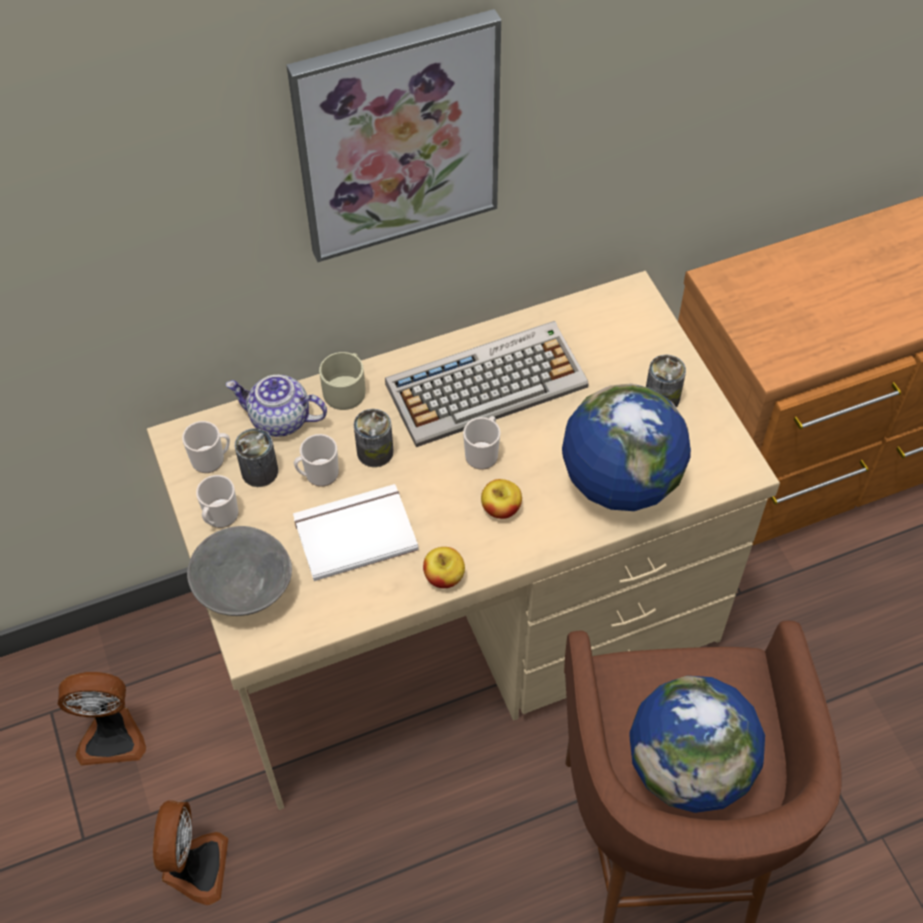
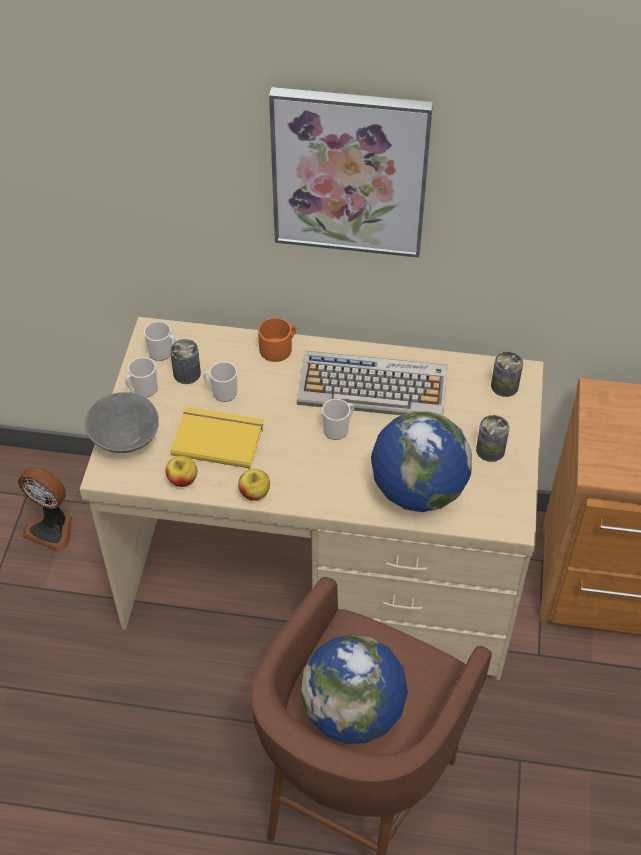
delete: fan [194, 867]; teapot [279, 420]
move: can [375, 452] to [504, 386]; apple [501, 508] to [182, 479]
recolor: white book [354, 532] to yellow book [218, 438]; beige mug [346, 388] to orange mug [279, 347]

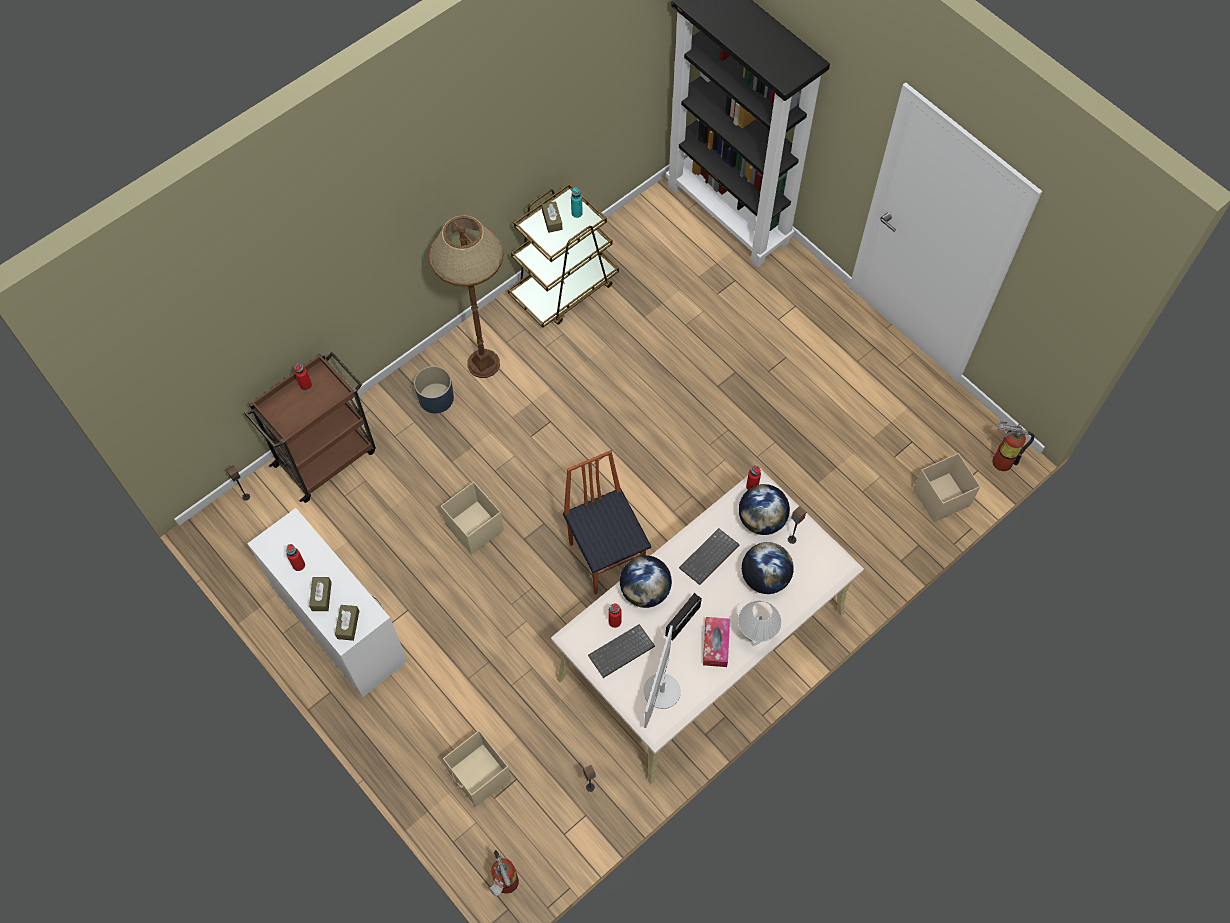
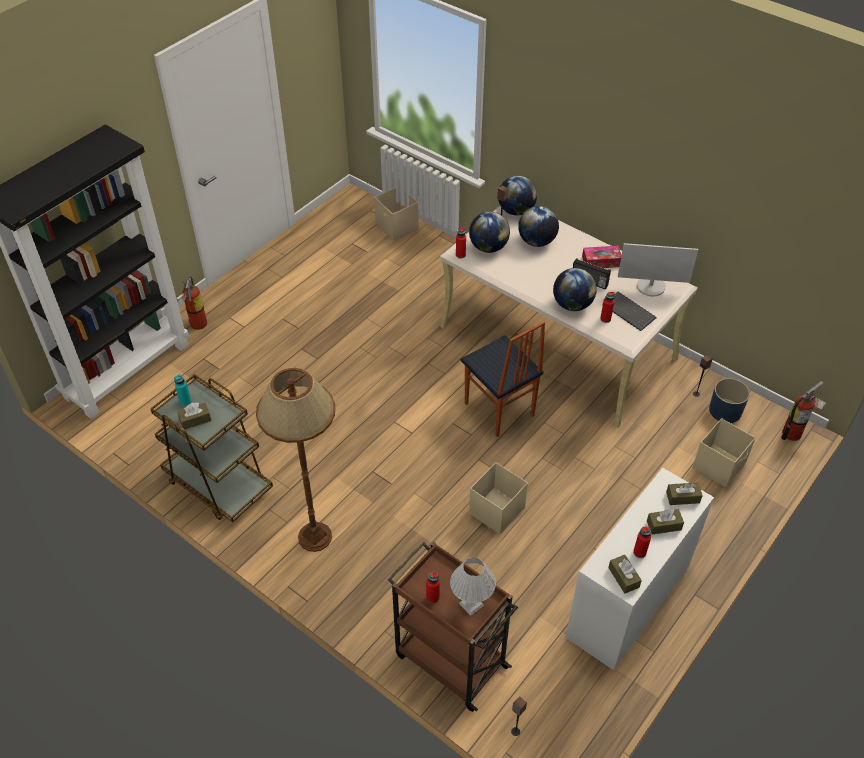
delete: keyboard [709, 558]
insert: globe [516, 211]; brown tissue box [623, 577]
move: blue planter [436, 398] to [725, 411]; white table lamp [755, 635] to [471, 605]; fire extinguisher [999, 460] to [196, 325]
rotate: chair [607, 556] = [498, 410] 90 degrees counterclockwise

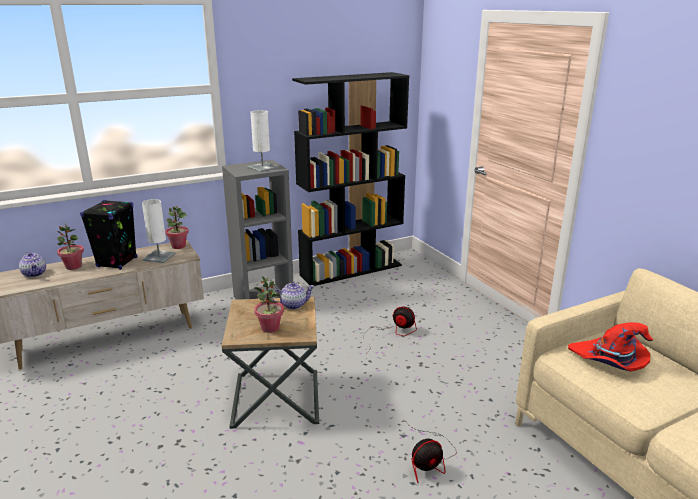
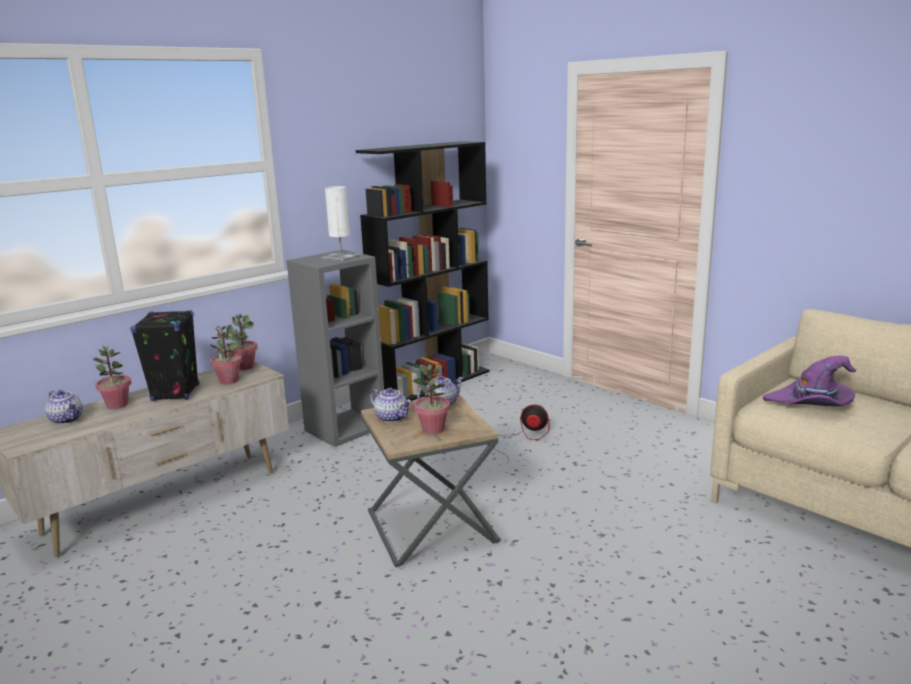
delete: fan [429, 460]
insert: teapot [392, 417]
replace: white table lamp [159, 257] to potted plant [228, 380]
recolor: red hat [609, 361] to purple hat [811, 404]

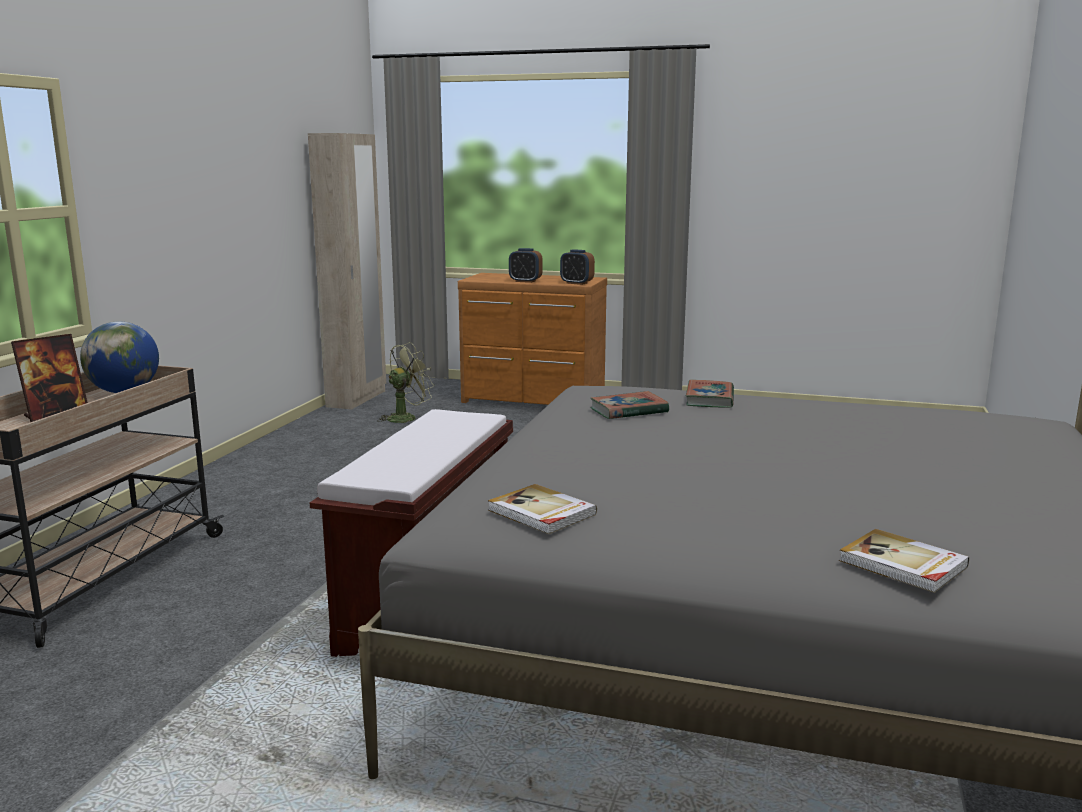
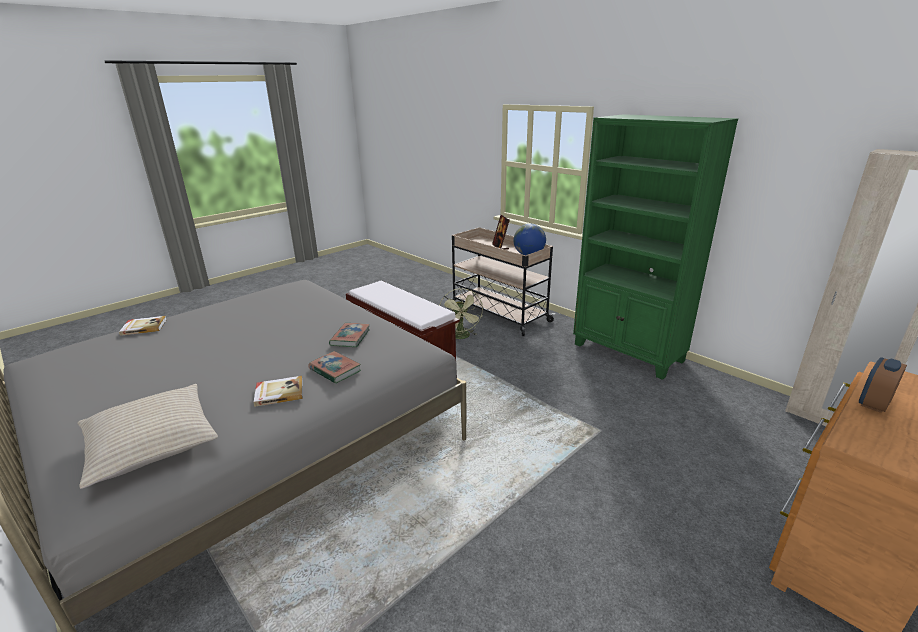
delete: alarm clock [576, 283]
insert: beige pillow [151, 443]; green bookcase [628, 353]
move: green fan [406, 418] to [462, 337]; book [541, 513] to [279, 392]

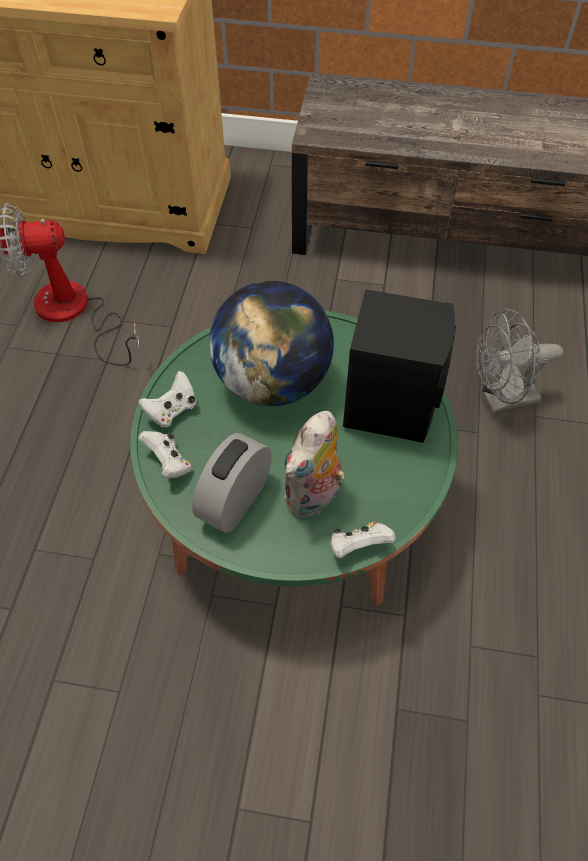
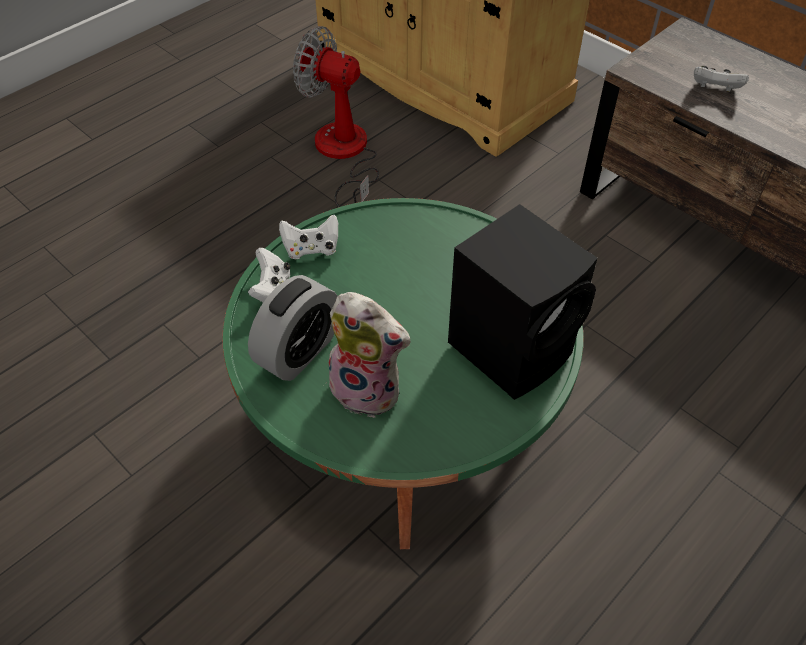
delete: globe [273, 381]; grey fan [501, 399]
move: white game controller [358, 546] to [714, 90]
rotate: alarm clock [235, 500] = [299, 351] 150 degrees clockwise; plush toy [314, 497] = [369, 389] 135 degrees counterclockwise

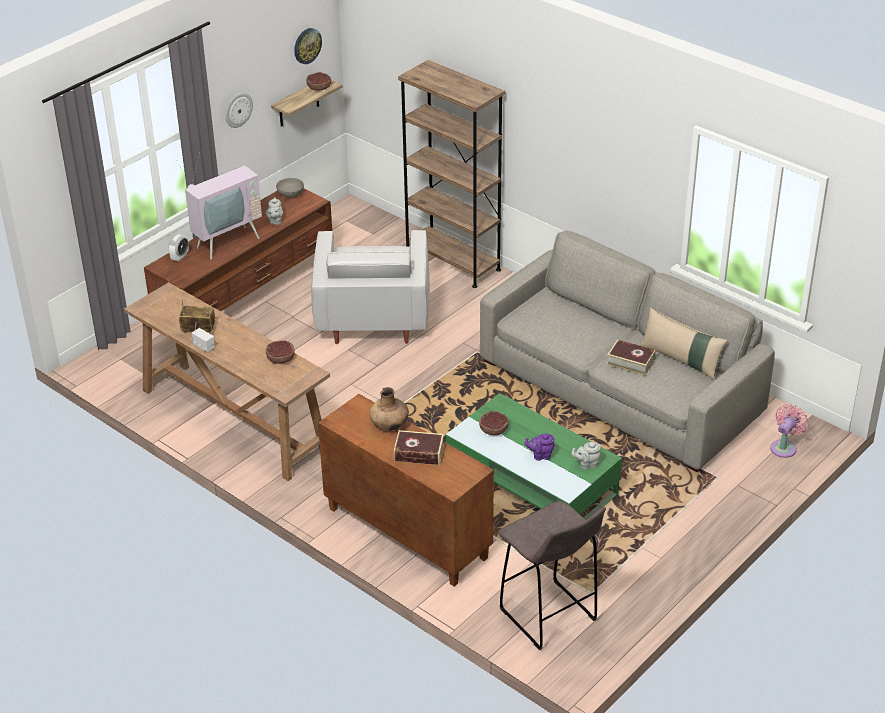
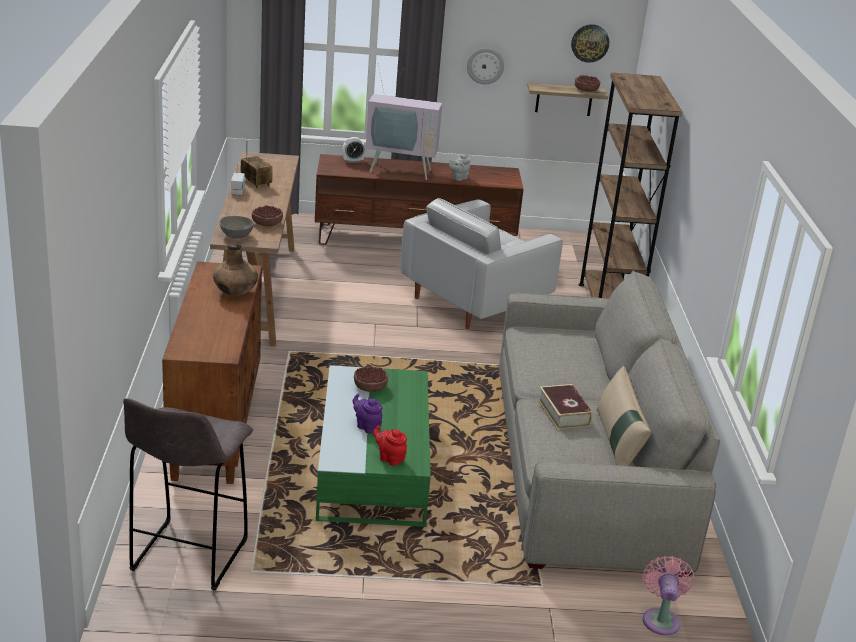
delete: book [419, 453]
move: grey bowl [291, 194] to [236, 236]
recolor: grey teapot [586, 464] to red teapot [390, 458]
rotate: pink fan [784, 447] = [661, 618] 75 degrees counterclockwise

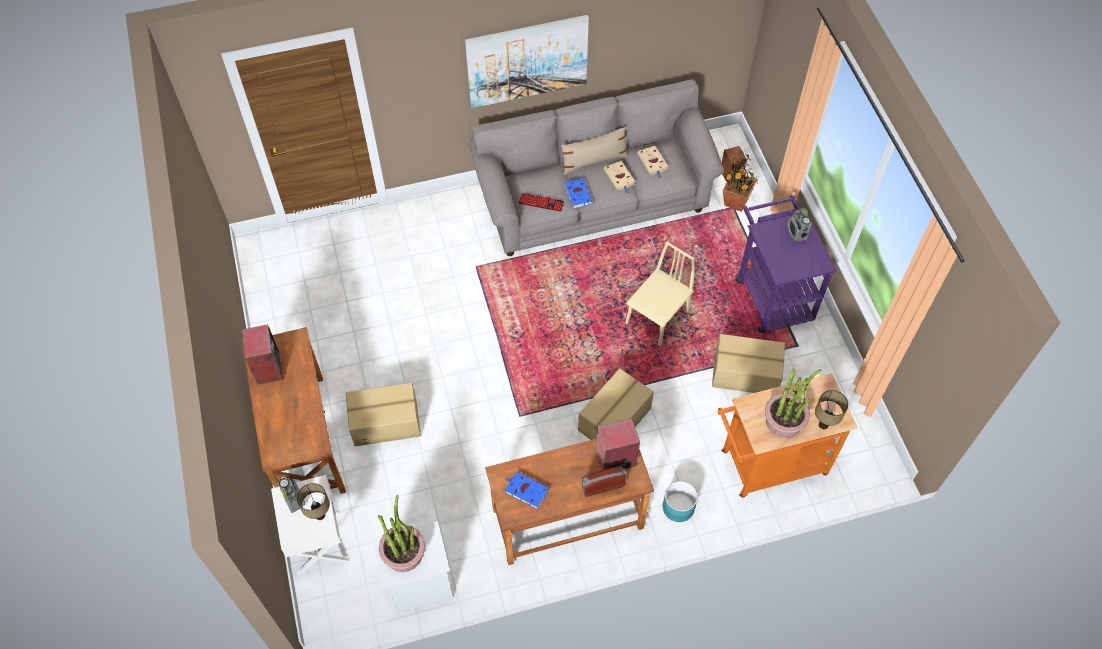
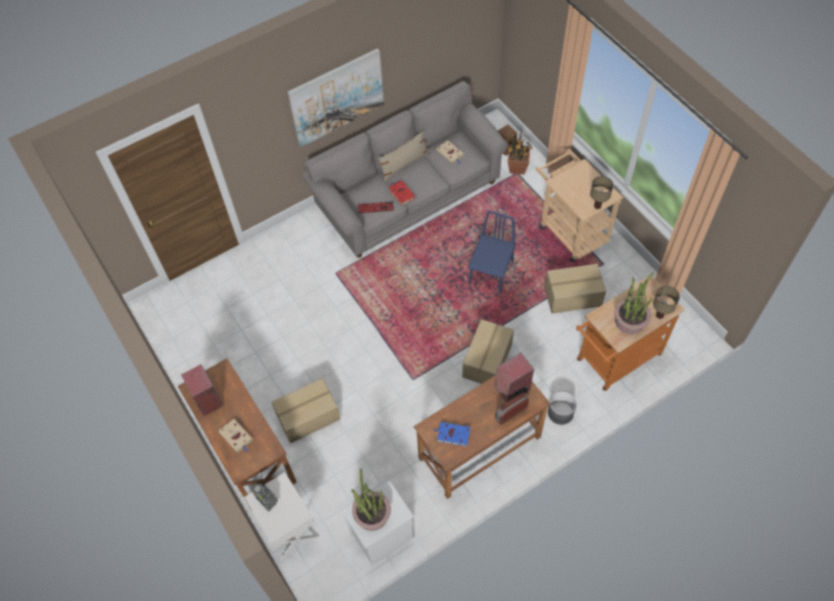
delete: radio [796, 233]
move: table lamp [319, 516] to [597, 206]; beige book [619, 178] to [237, 437]
recolor: blue book [577, 194] to red book [401, 193]; beige chair [657, 317] to blue chair [491, 272]; turquoise planter [678, 507] to grey planter [560, 413]; purple cart [771, 293] to beige cart [569, 230]

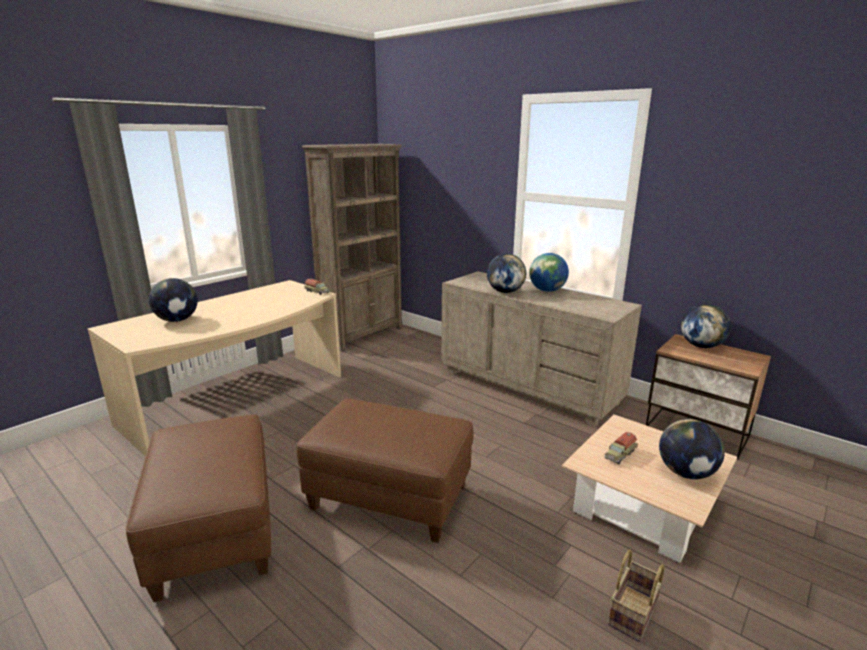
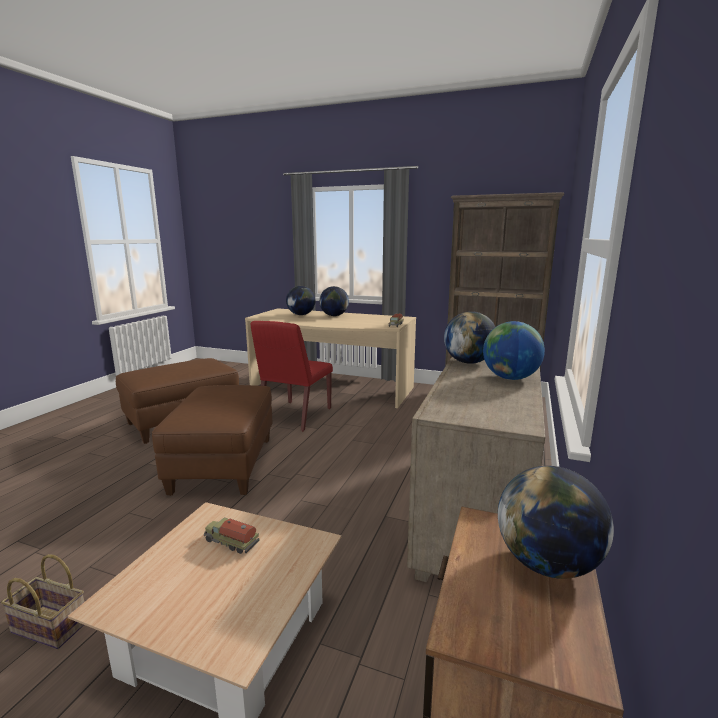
insert: red chair [295, 416]
move: globe [686, 473] to [334, 316]

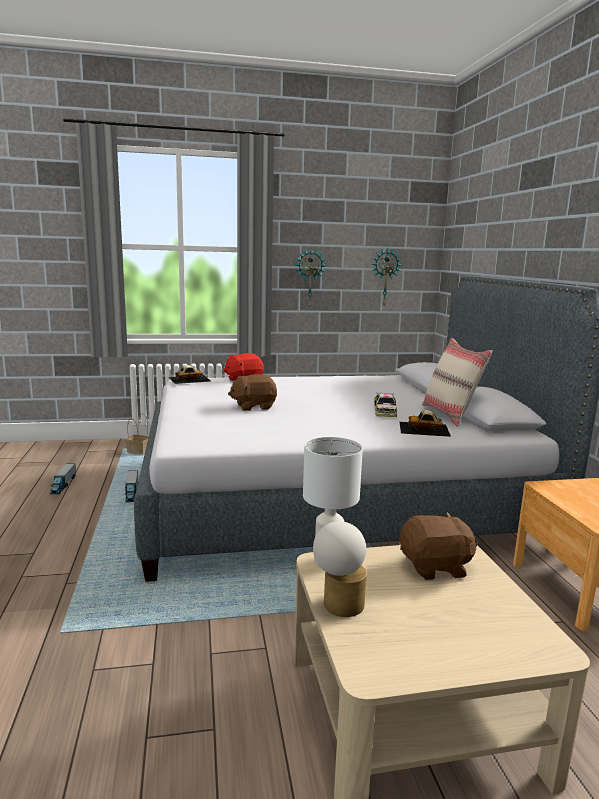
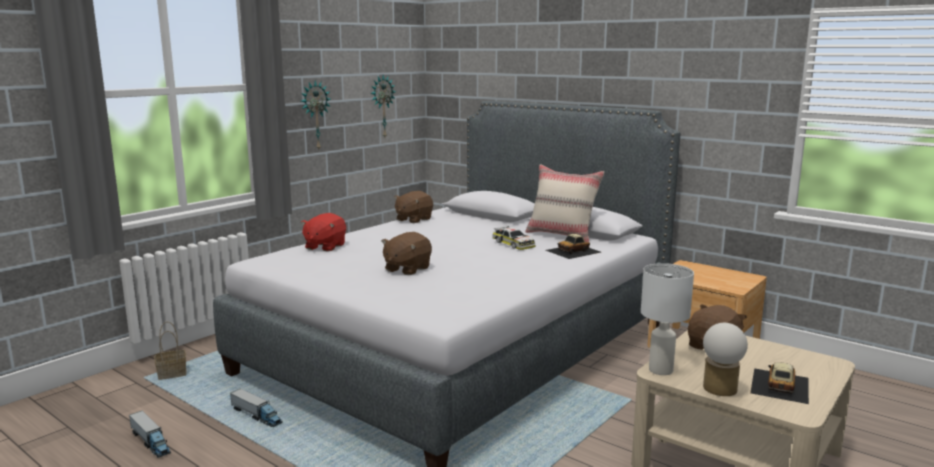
insert: brown plush toy [413, 219]
move: toy car [189, 379] to [779, 385]

